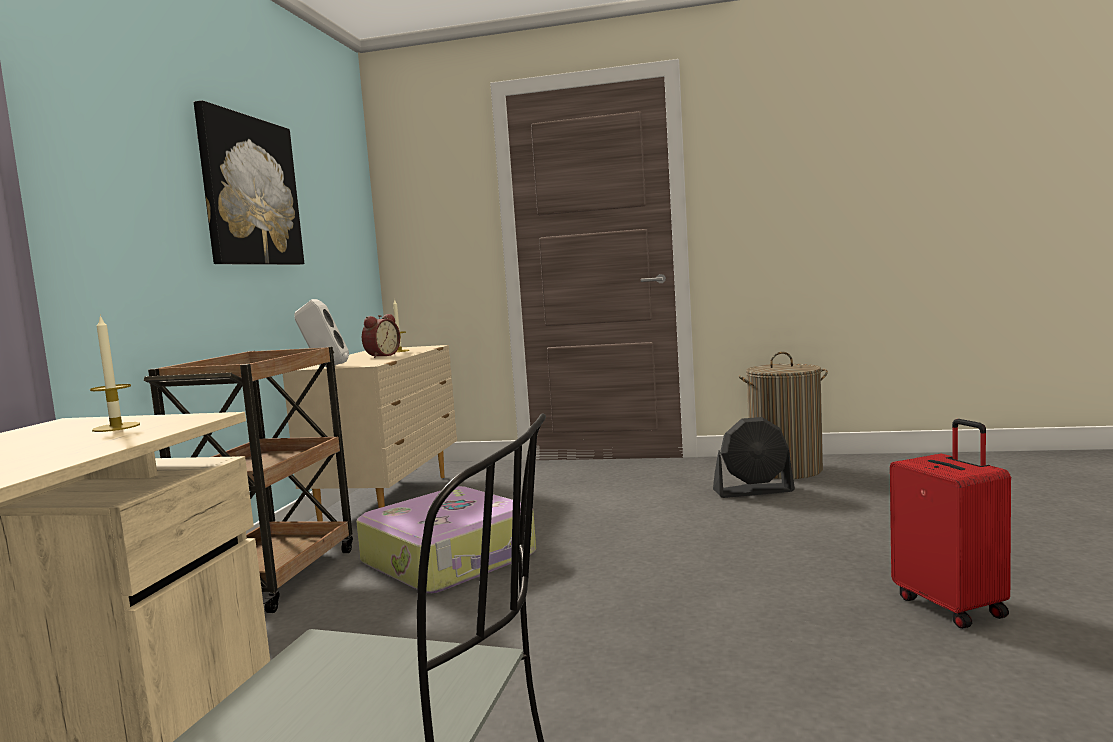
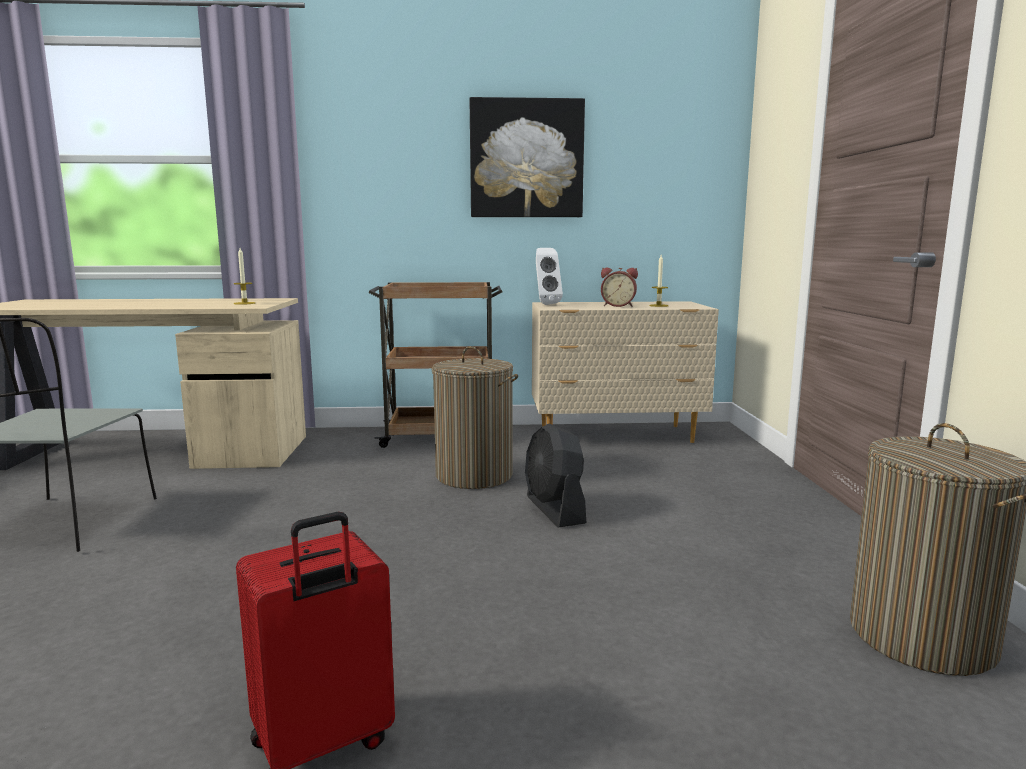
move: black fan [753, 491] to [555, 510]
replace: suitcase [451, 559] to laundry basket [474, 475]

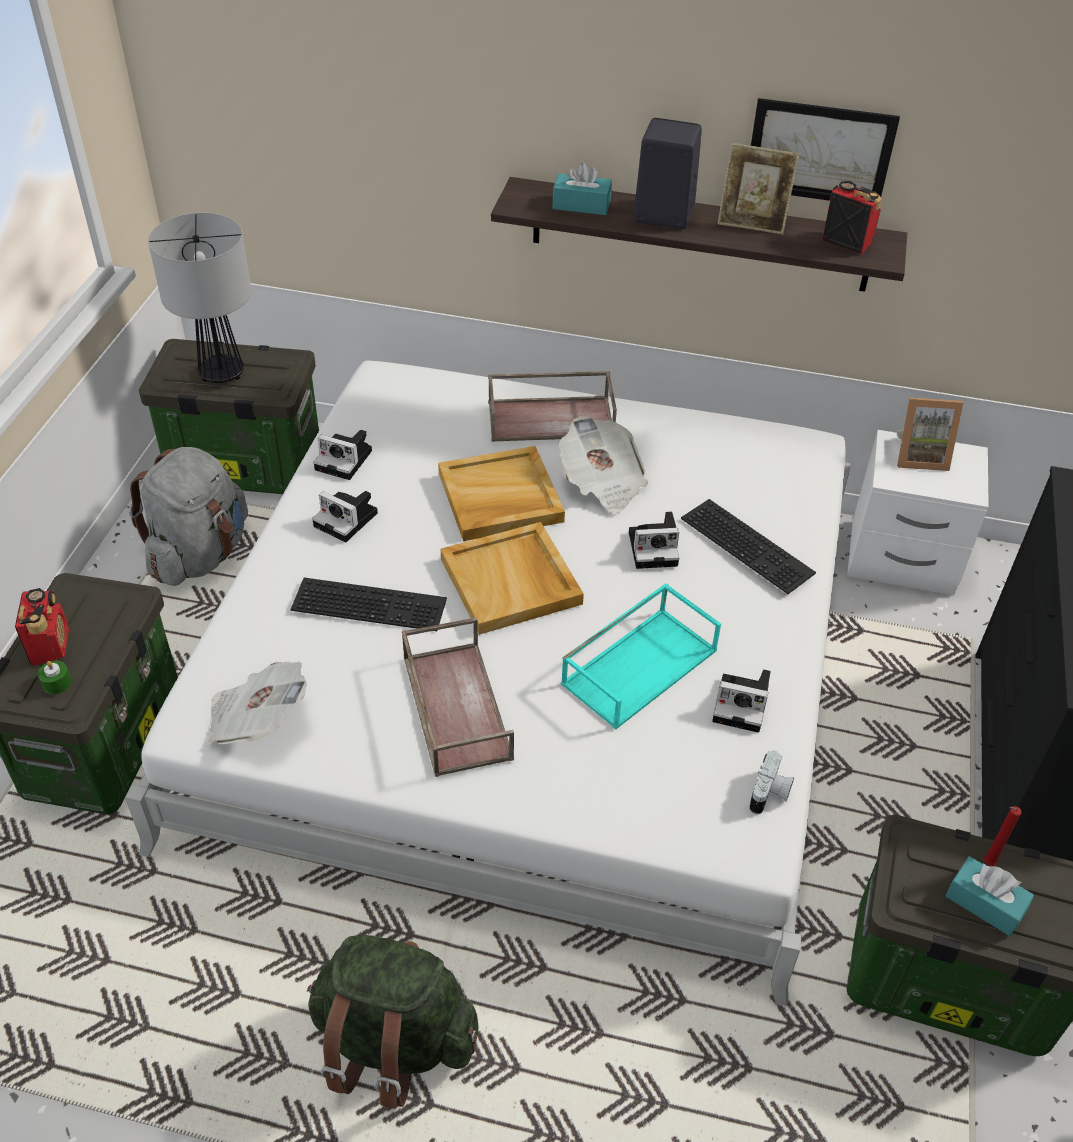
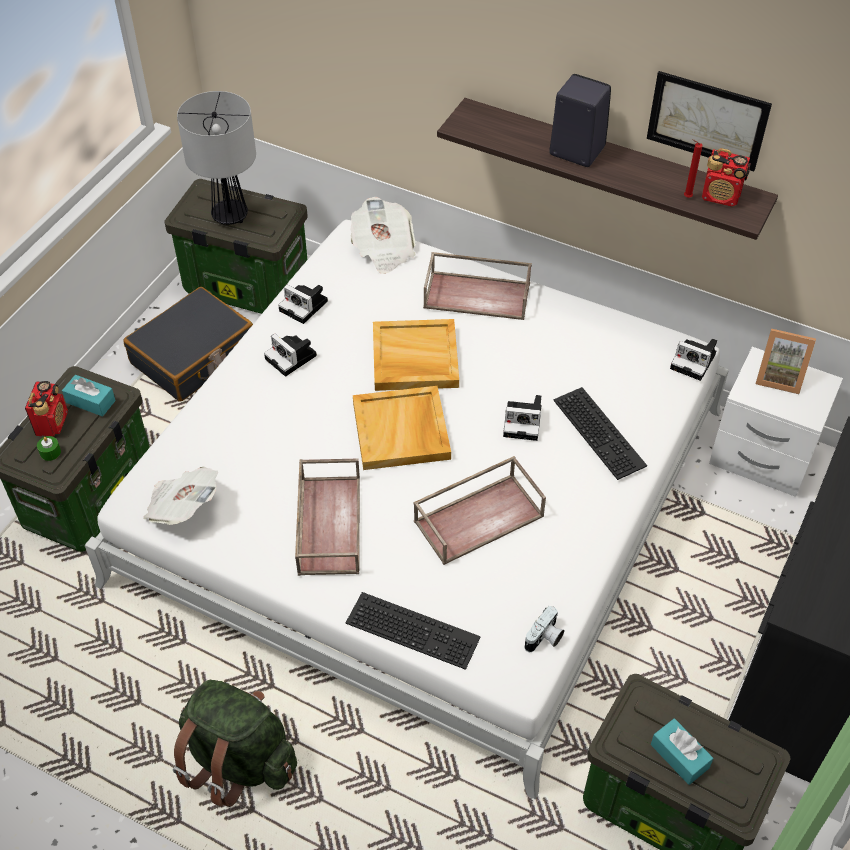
delete: picture frame [752, 223]
move: keyboard [371, 602] to [415, 628]; turquoise tissue box [581, 205] to [90, 401]; newspaper [602, 483] to [383, 249]; photo camera [743, 704] to [695, 361]; red candle [986, 863] to [686, 197]
replace: grey backpack [200, 554] to black suitcase [194, 356]
recolor: turquoise tray [639, 665] to brown tray [479, 517]
rotate: radio [846, 241] = [721, 197] 150 degrees clockwise

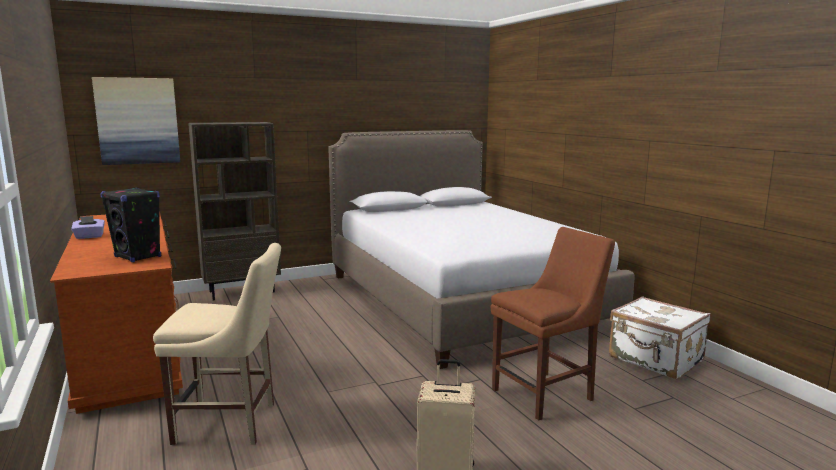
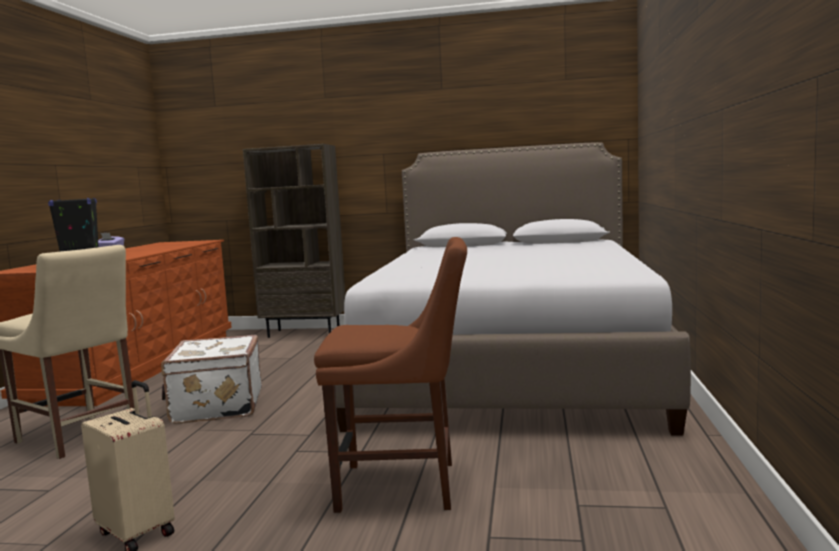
delete: picture [137, 121]
move: white suitcase [655, 360] to [216, 407]

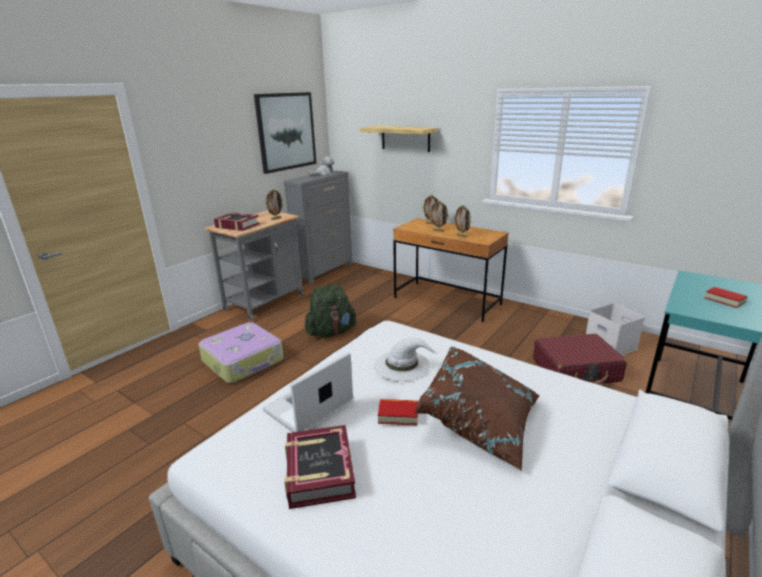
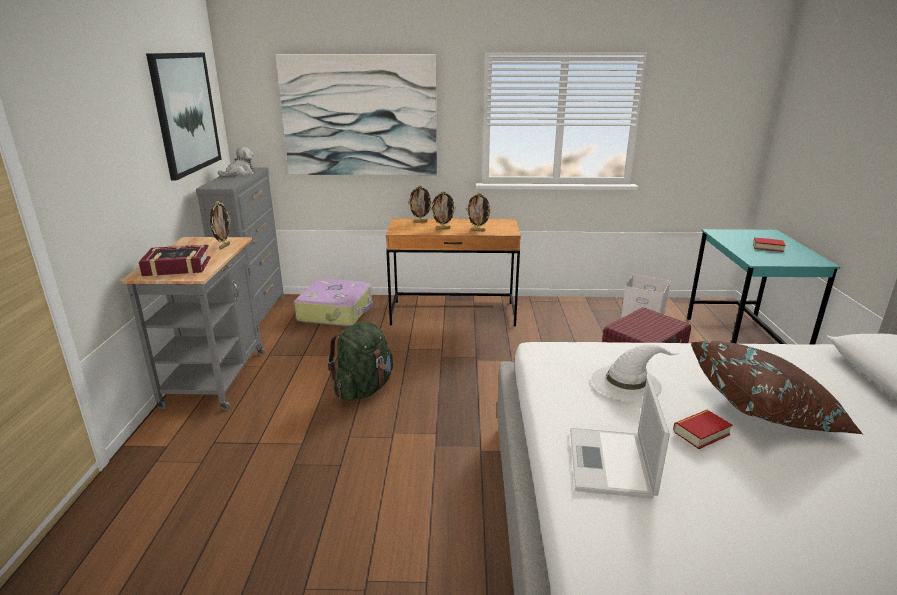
delete: book [319, 472]
move: suitcase [244, 361] to [336, 311]
replace: shelf [405, 138] to picture [359, 116]

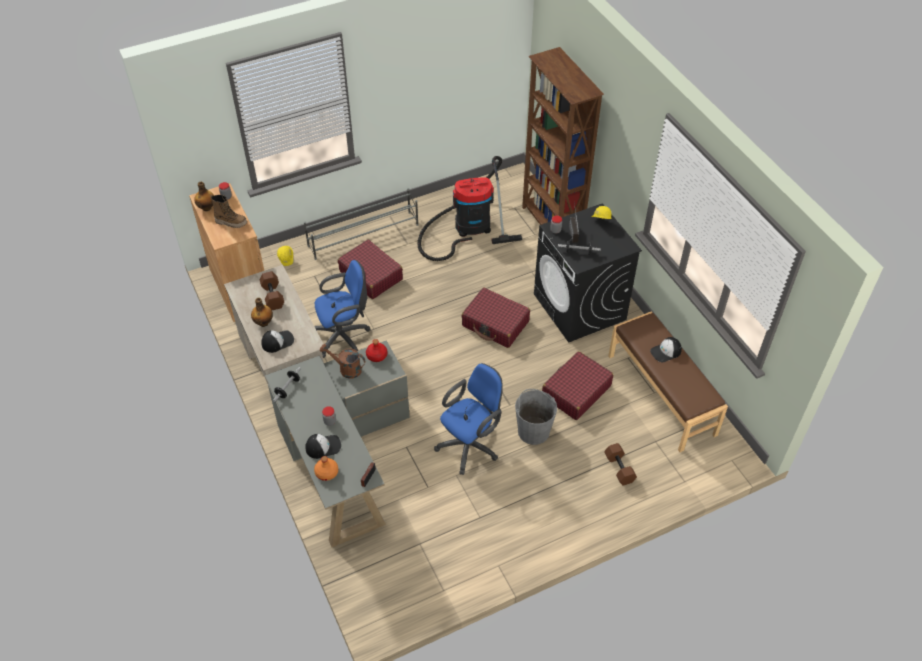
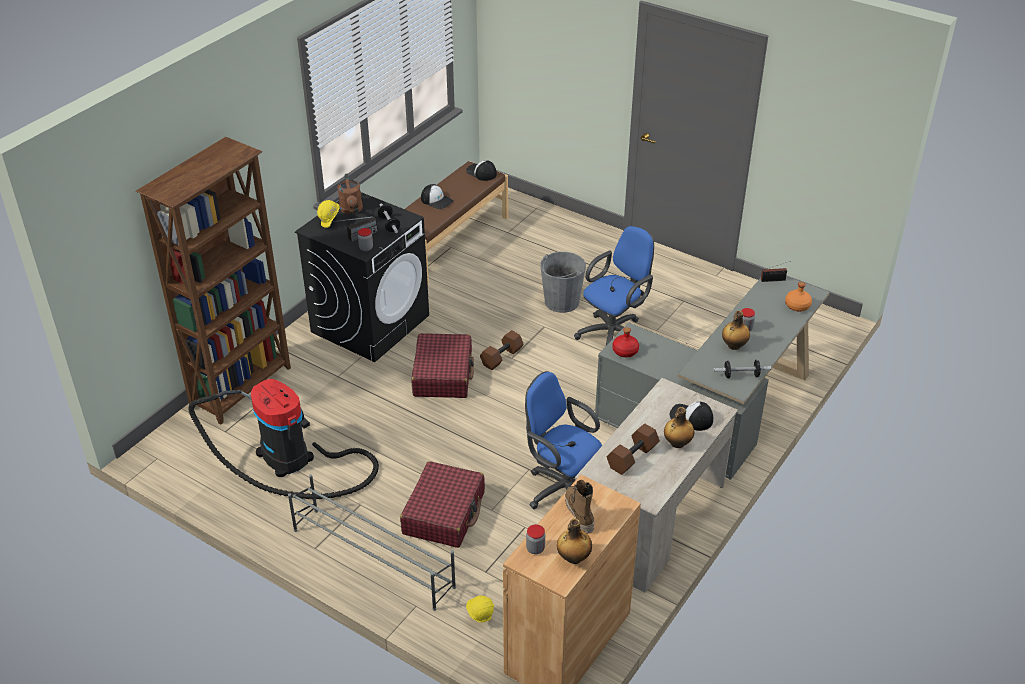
delete: red suitcase [576, 391]
insert: bottle [733, 346]
move: cap [323, 446] to [481, 173]; brown watering can [346, 369] to [352, 210]; brown dumbbell [618, 468] to [502, 358]
rotate: blue office chair [471, 445] = [614, 334] 120 degrees clockwise

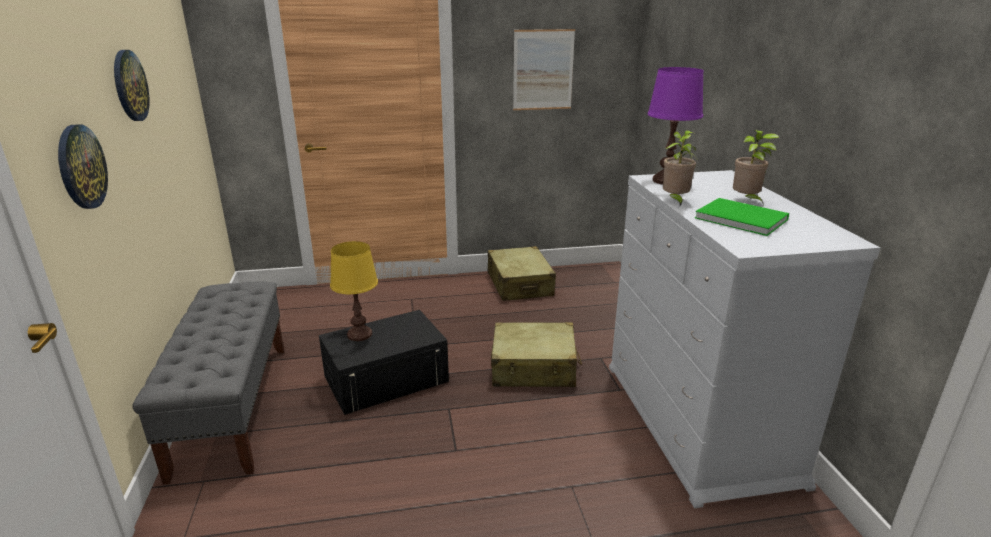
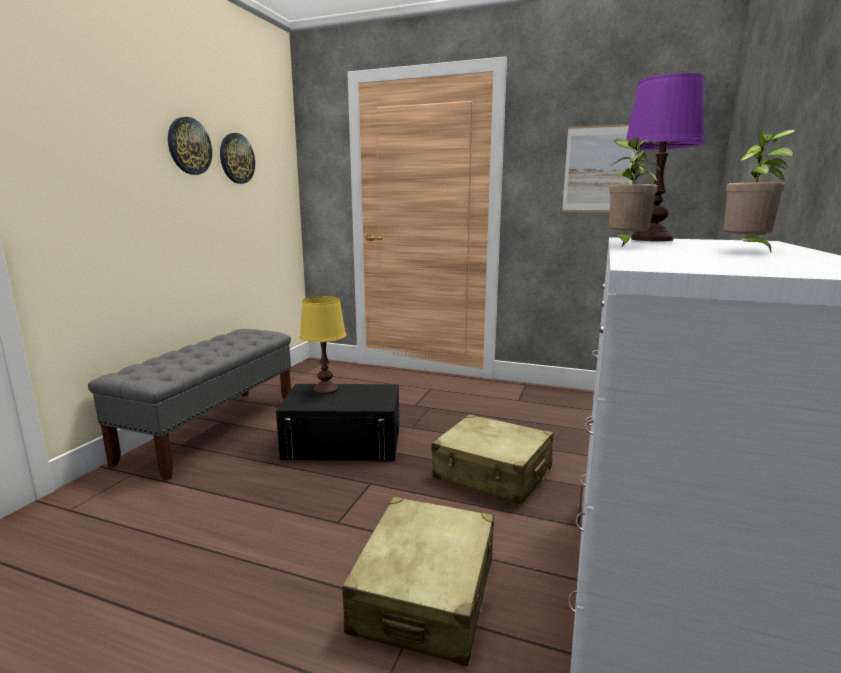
delete: green book [739, 218]
move: wall clock [81, 167] to [236, 158]; beige suitcase [520, 284] to [425, 594]

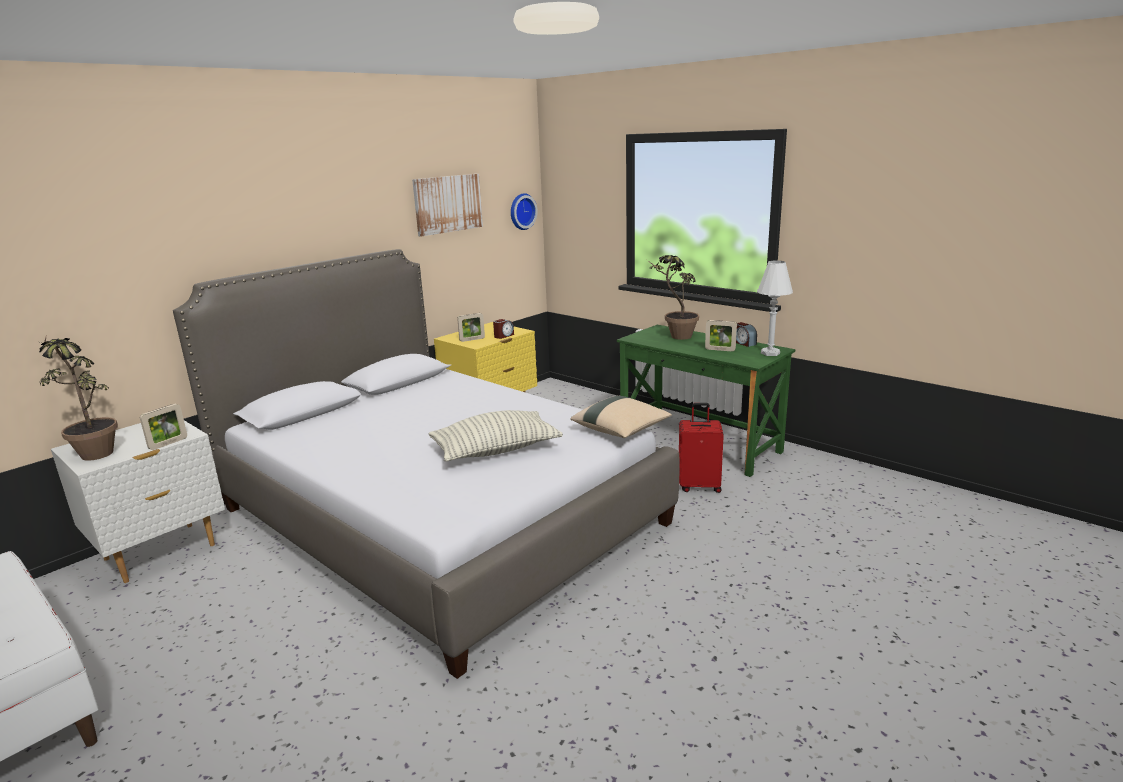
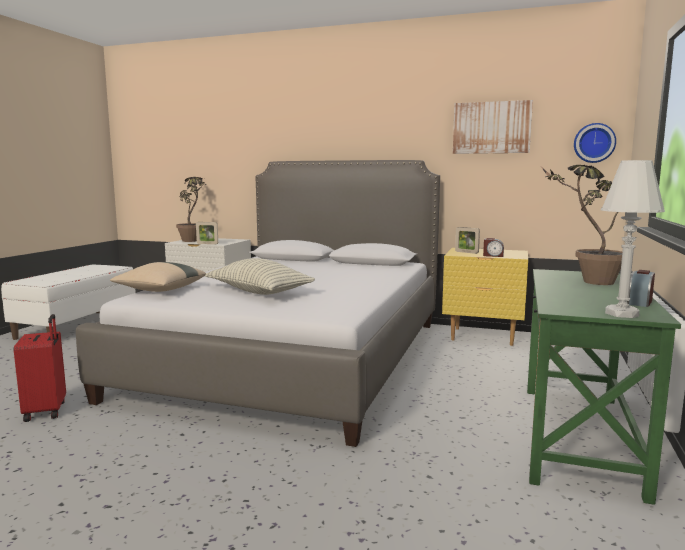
delete: picture frame [720, 350]
move: beige pillow [621, 430] to [160, 290]; red suitcase [699, 485] to [47, 411]

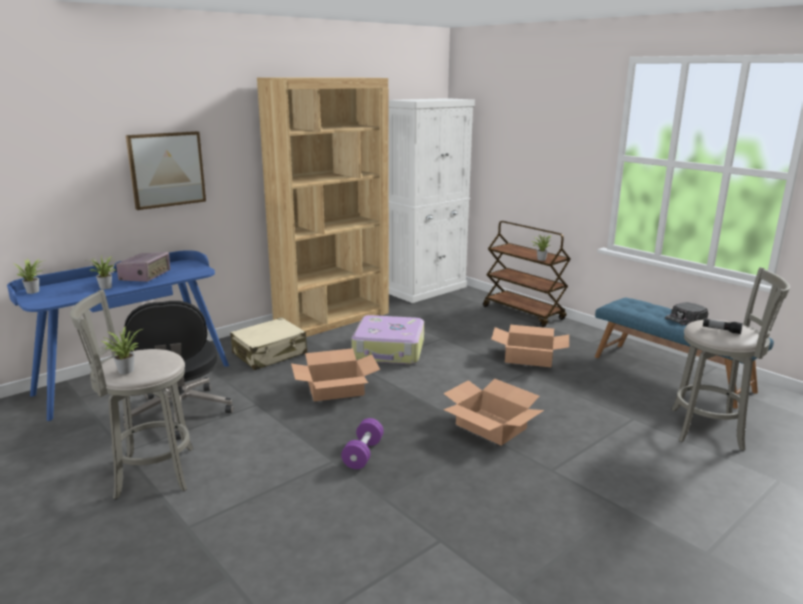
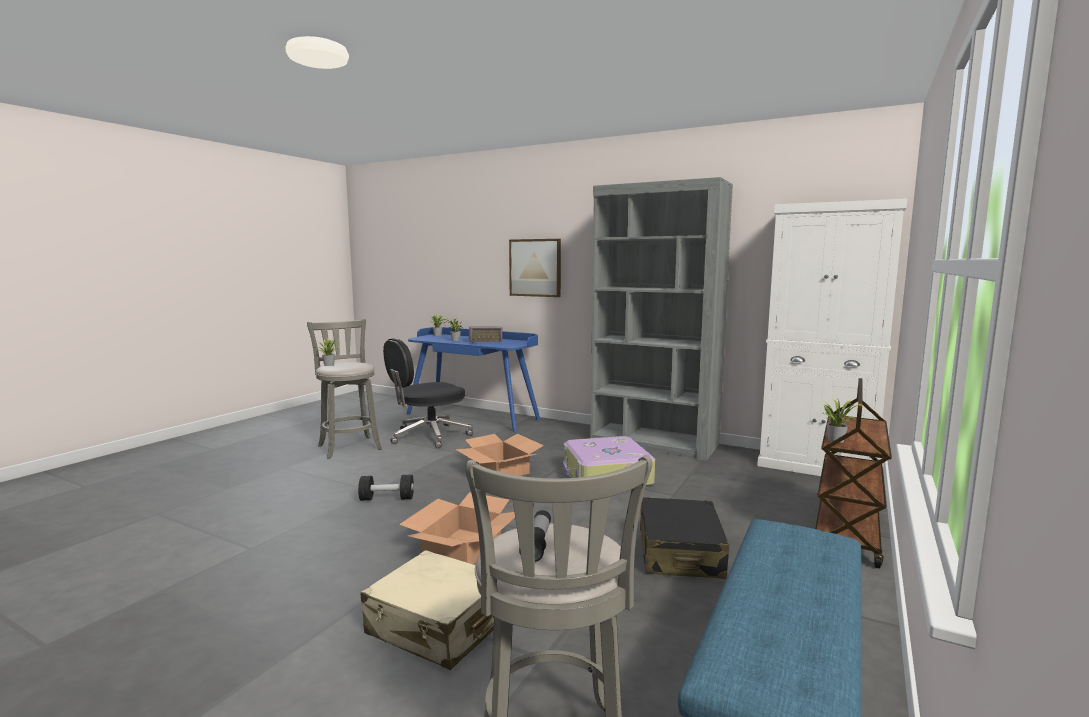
delete: black cap [685, 318]
move: beige suitcase [270, 354] to [438, 626]
replace: cardboard box [528, 357] to black suitcase [680, 553]
recolor: brown bookcase [333, 319] to grey bookcase [654, 443]; purple dumbbell [363, 454] to black dumbbell [387, 499]

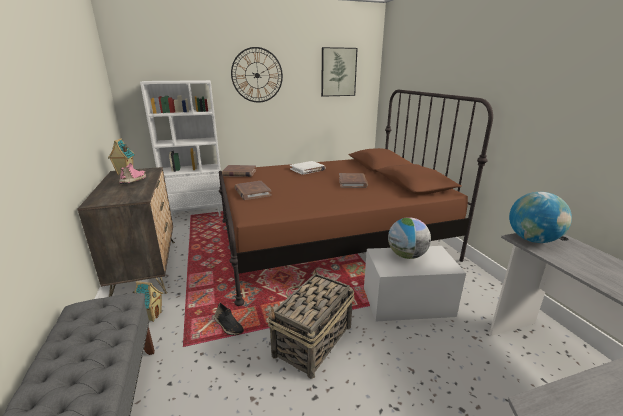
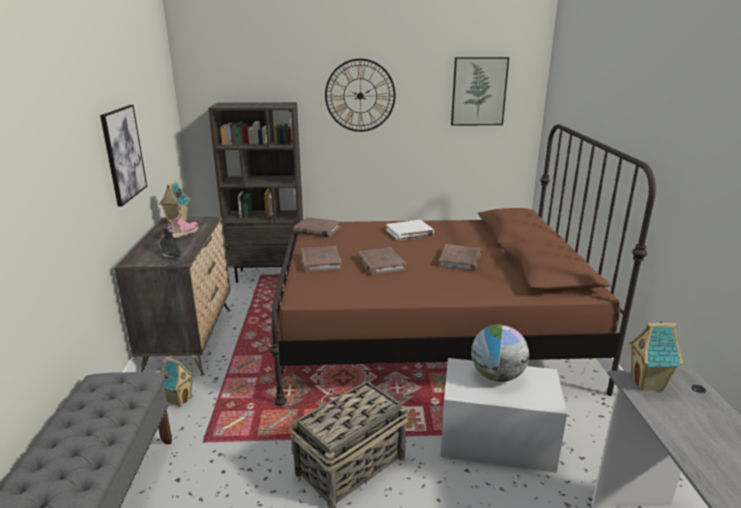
insert: picture [123, 154]; brown book [380, 264]
move: black shoe [228, 326] to [170, 253]
replace: globe [532, 240] to toy house [648, 384]
recolor: white bookcase [197, 214] to brown bookcase [269, 275]

